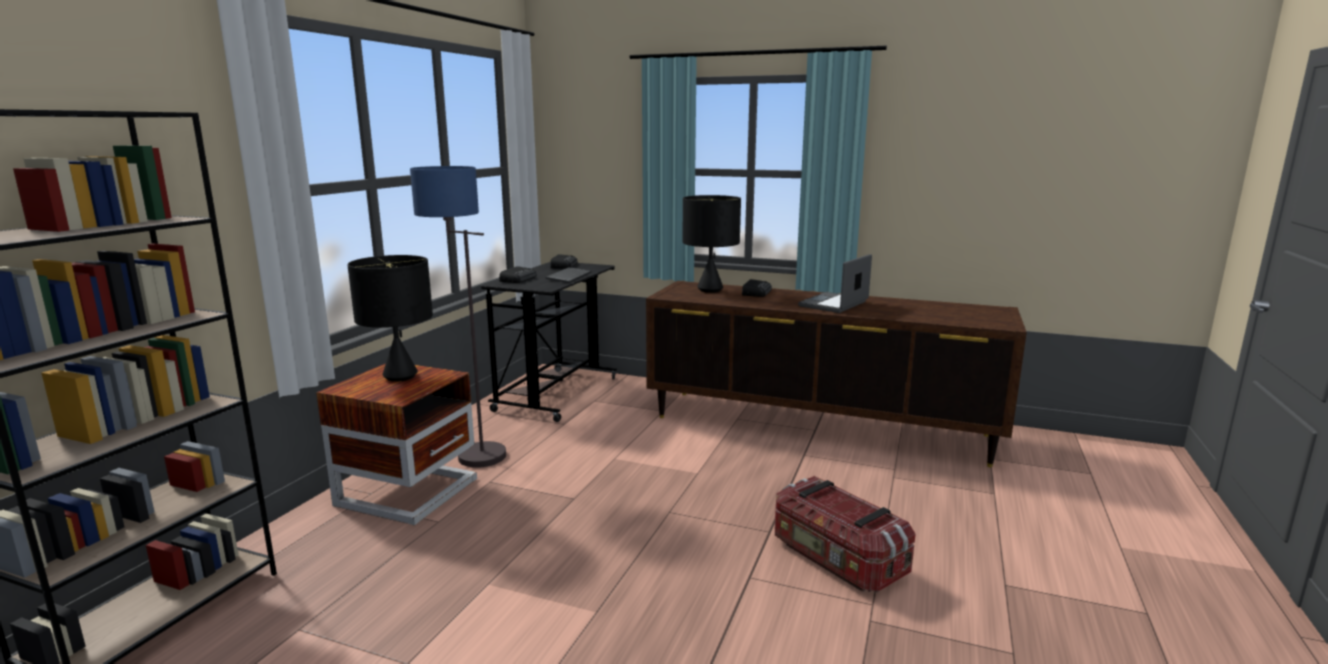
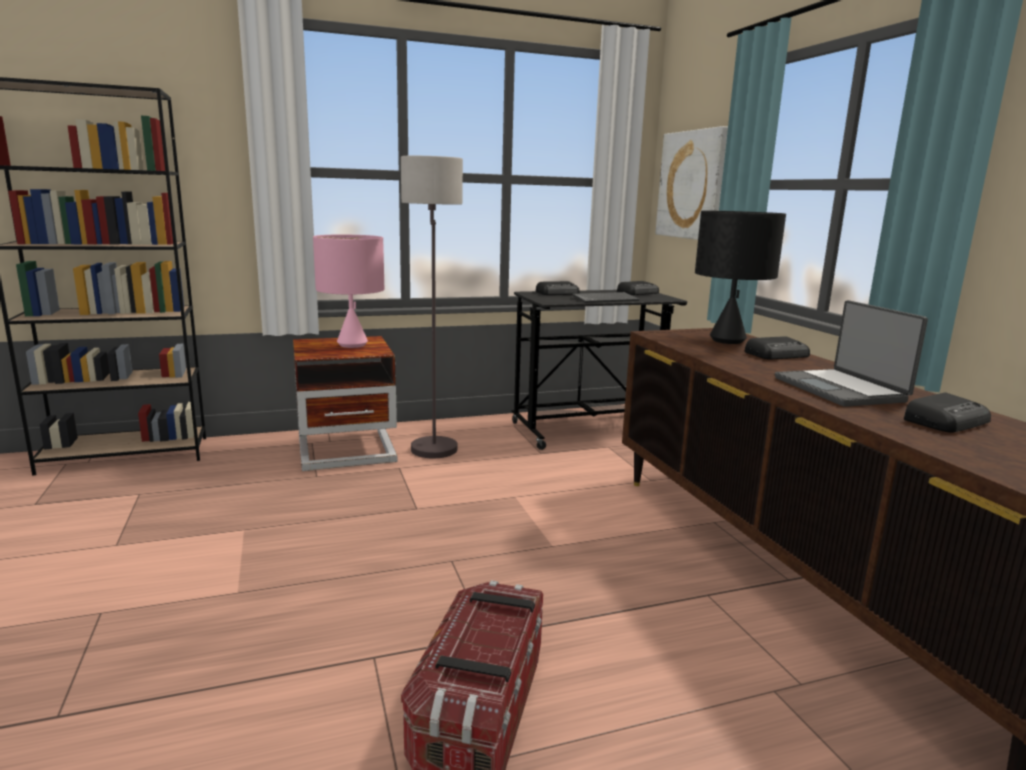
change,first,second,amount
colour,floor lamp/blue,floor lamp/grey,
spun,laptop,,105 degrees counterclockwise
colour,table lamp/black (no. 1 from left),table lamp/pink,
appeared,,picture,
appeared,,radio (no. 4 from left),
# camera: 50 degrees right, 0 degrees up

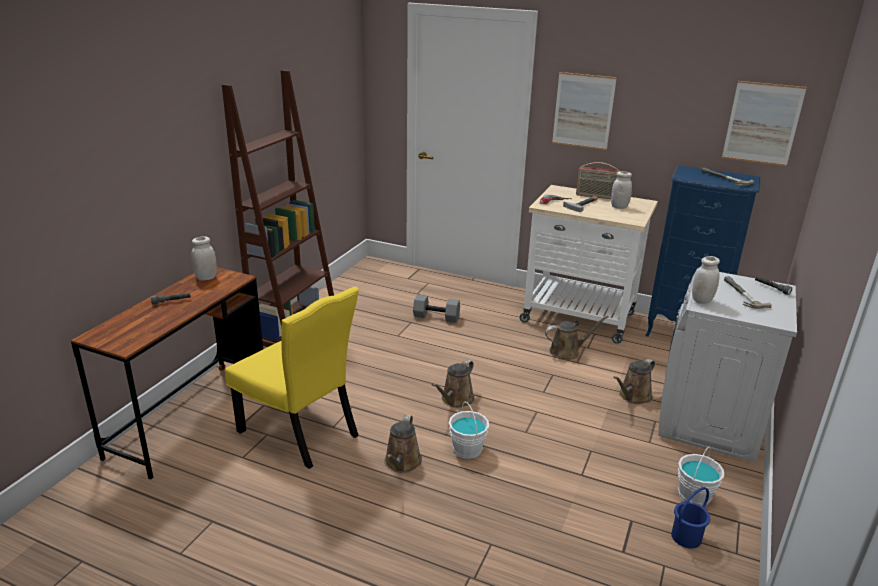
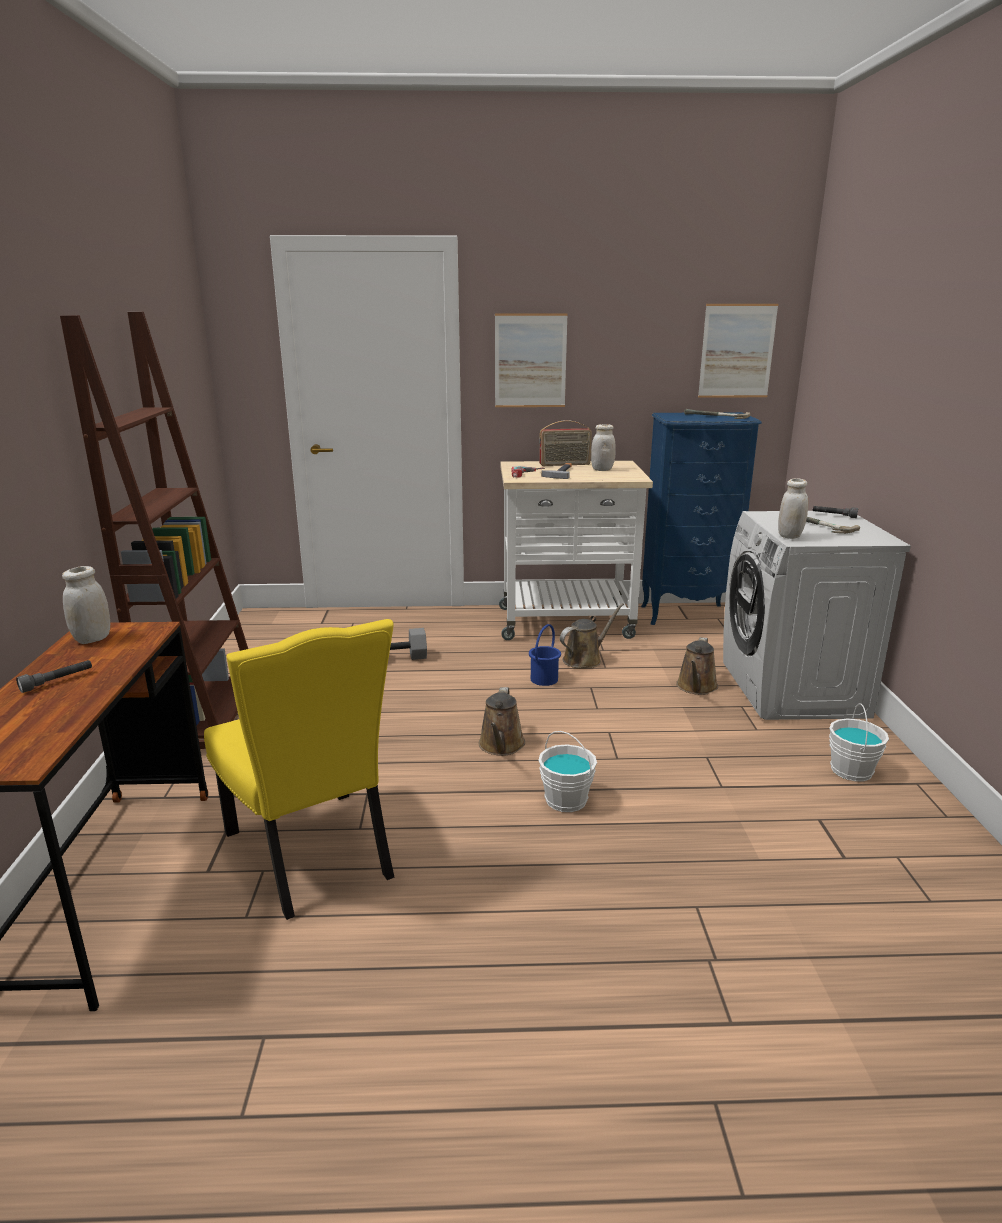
change,first,second,amount
spun,chair/yellow,,45 degrees clockwise
missing,watering can/brown (no. 1 from left),,
relocated,bucket/blue,,
# camera: 25 degrees left, 5 degrees down

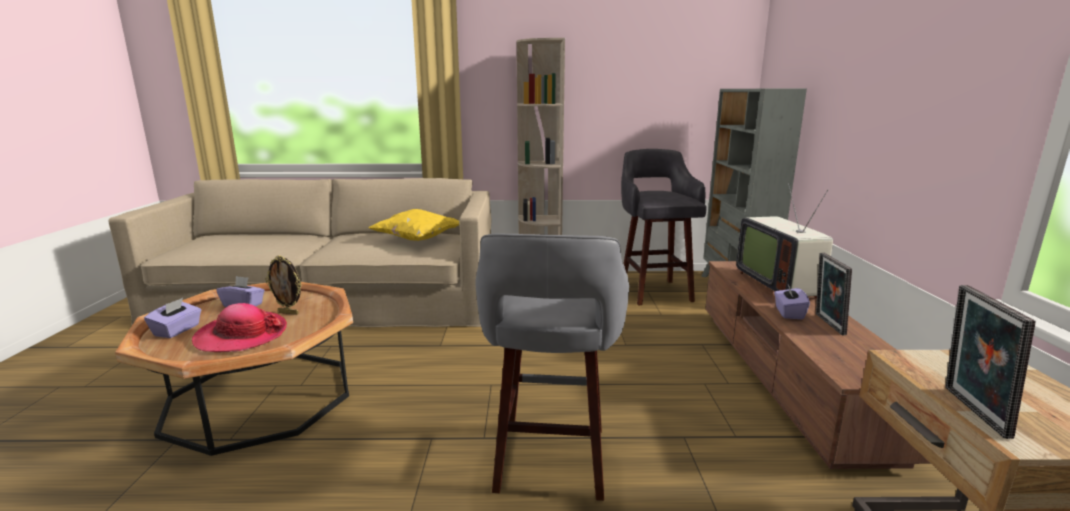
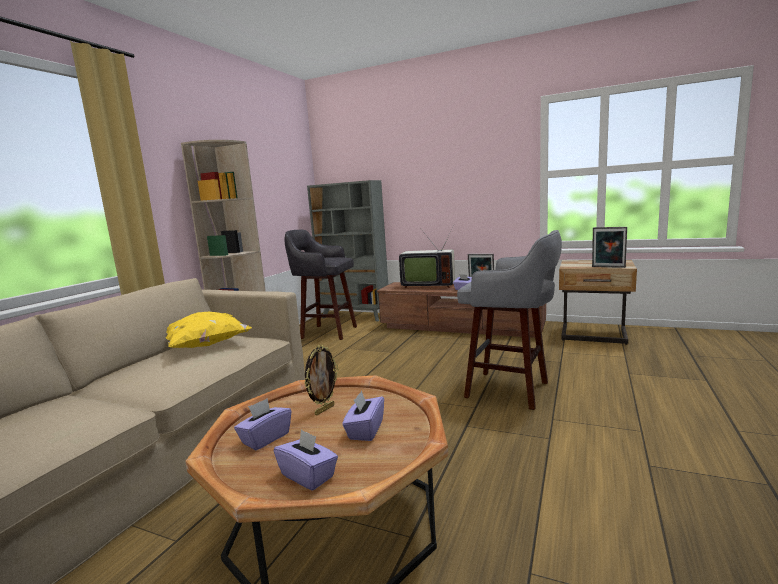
change,first,second,amount
exchanged,hat,tissue box/purple (no. 3 from left),
# camera: 65 degrees left, 5 degrees down

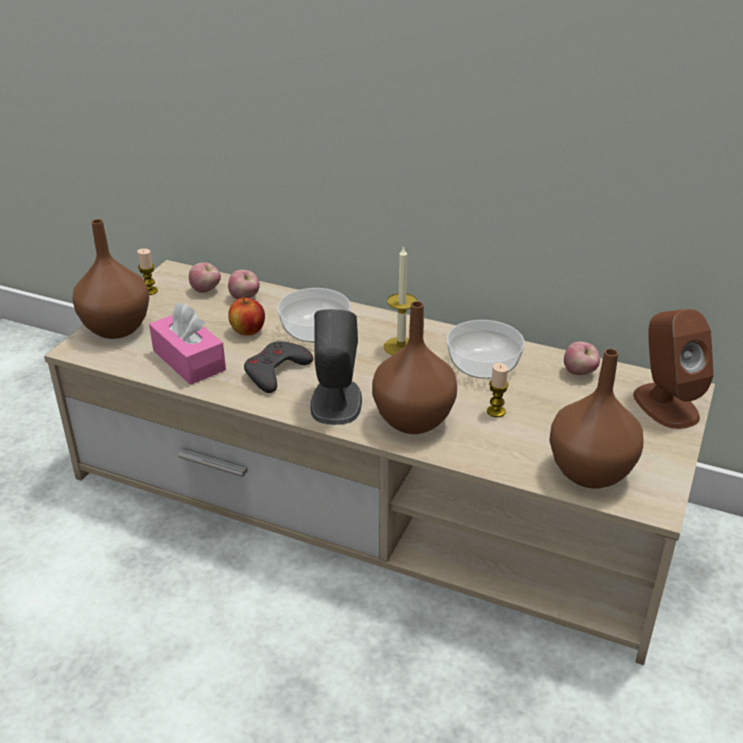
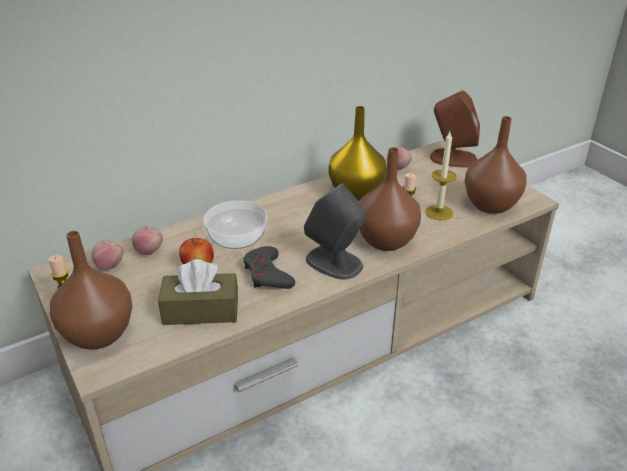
change,first,second,amount
relocated,candle (no. 2 from left in the first image),candle (no. 3 from left),
colour,tissue box/pink,tissue box/brown,
exchanged,bowl (no. 2 from left),vase/yellow,
# camera: 55 degrees left, 0 degrees up

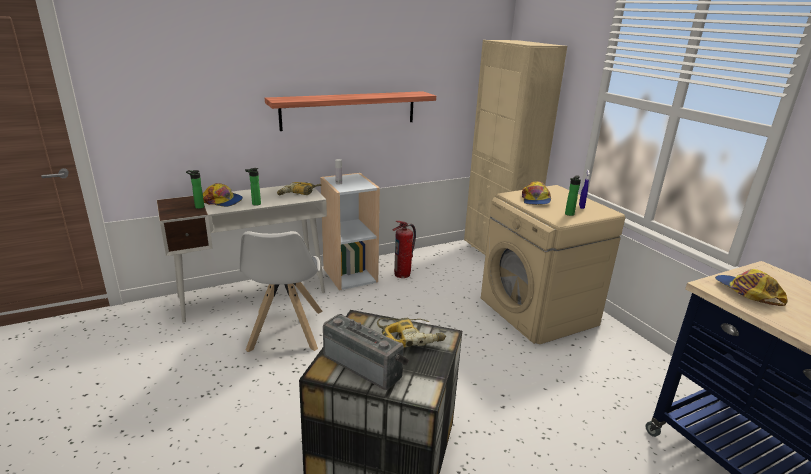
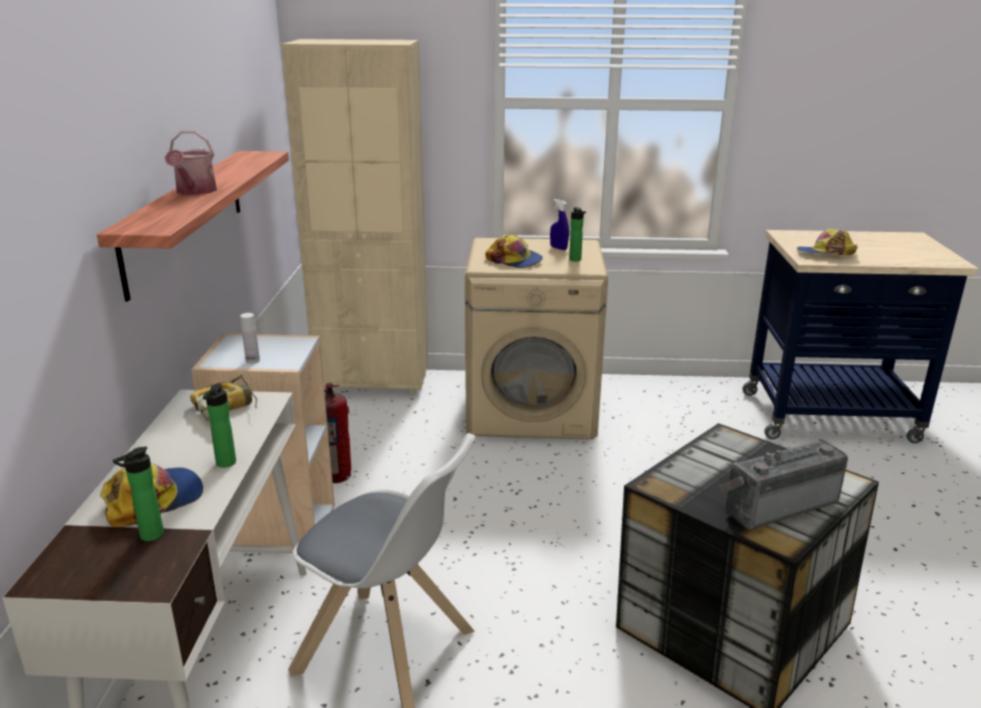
change,first,second,amount
missing,power drill (no. 2 from left),,
appeared,,watering can,
# camera: 60 degrees left, 0 degrees up

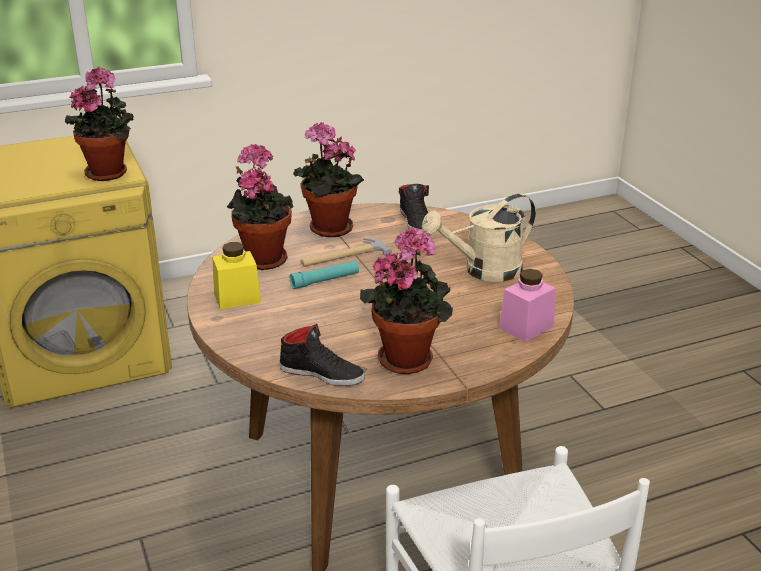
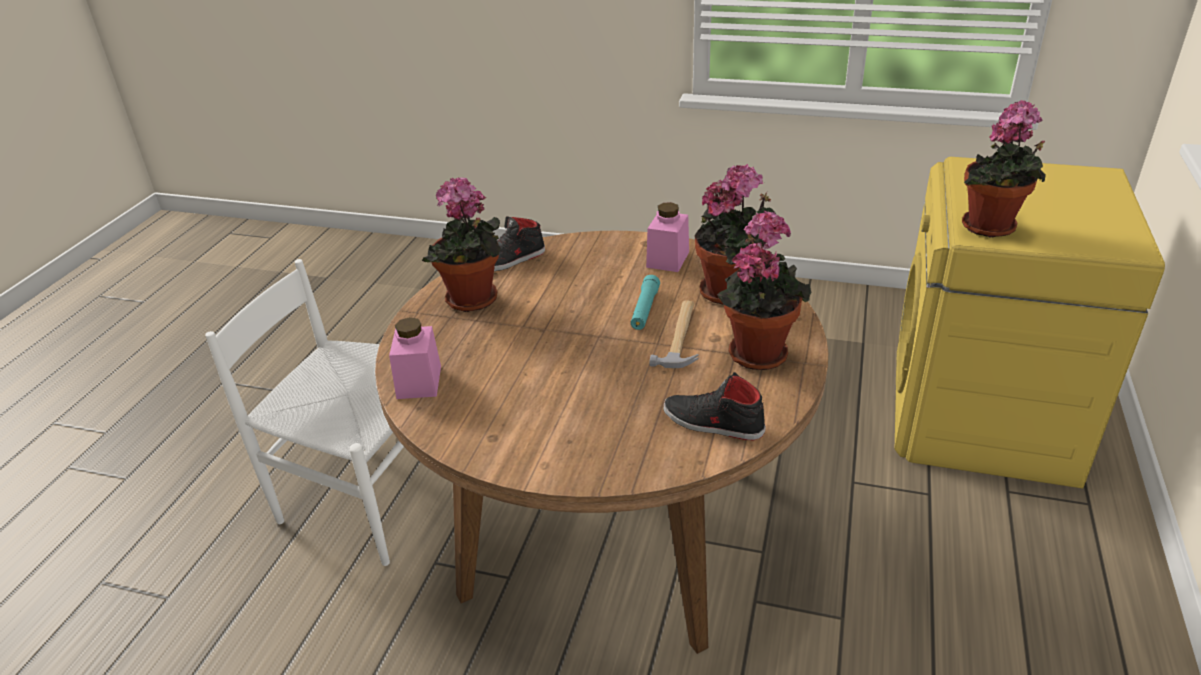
change,first,second,amount
missing,watering can/beige,,
colour,jar/yellow,jar/pink (no. 2 from left),
# camera: 130 degrees right, 5 degrees up

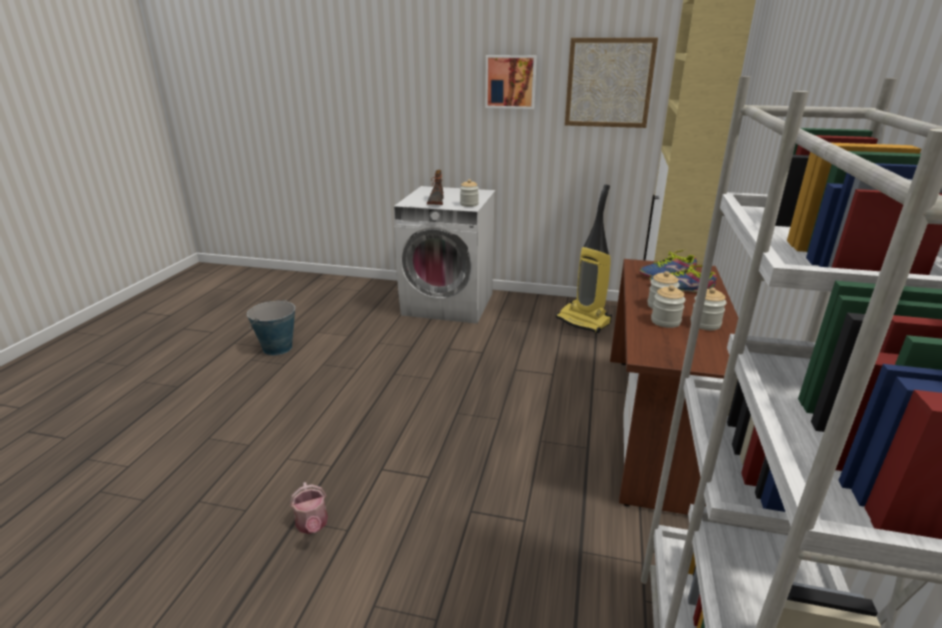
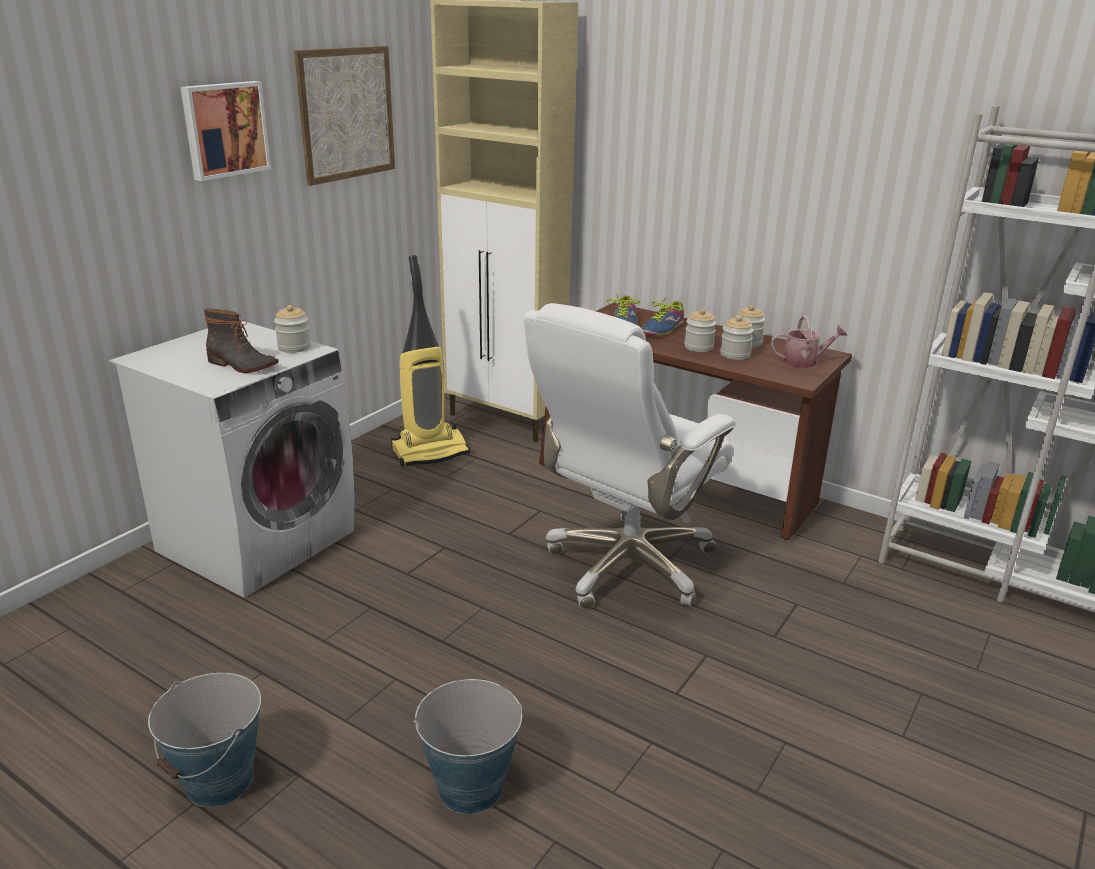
change,first,second,amount
relocated,watering can,,
appeared,,office chair/white,
appeared,,bucket (no. 2 from left),
# camera: 70 degrees left, 0 degrees up

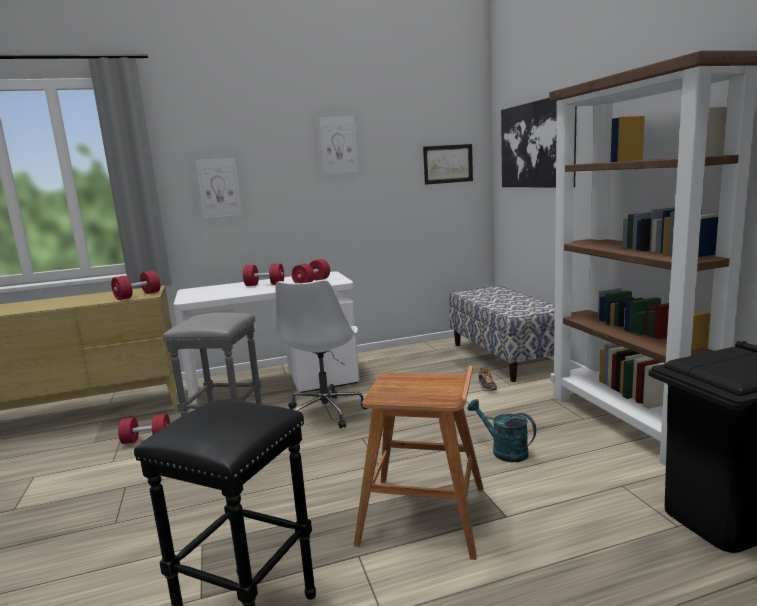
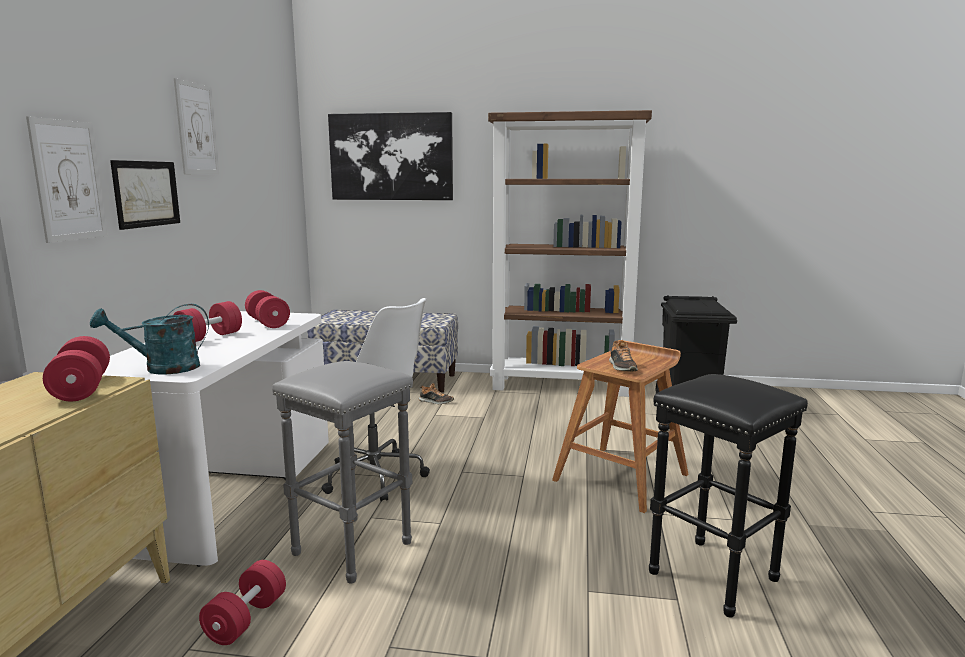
change,first,second,amount
relocated,picture (no. 3 from left in the first image),picture (no. 2 from left),
relocated,watering can/turquoise,,
appeared,,shoe (no. 2 from left),
# camera: 65 degrees left, 0 degrees up

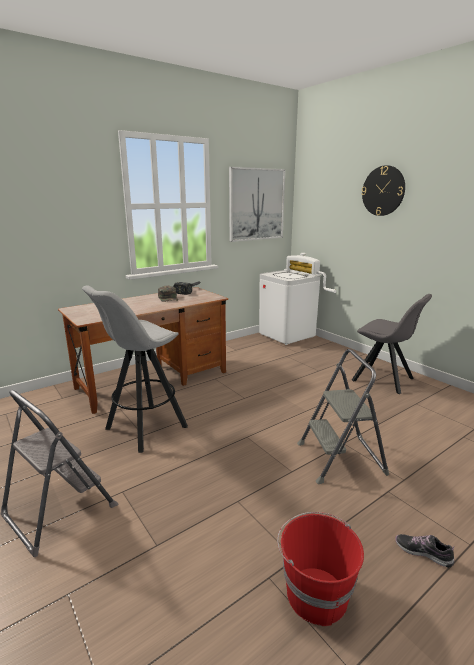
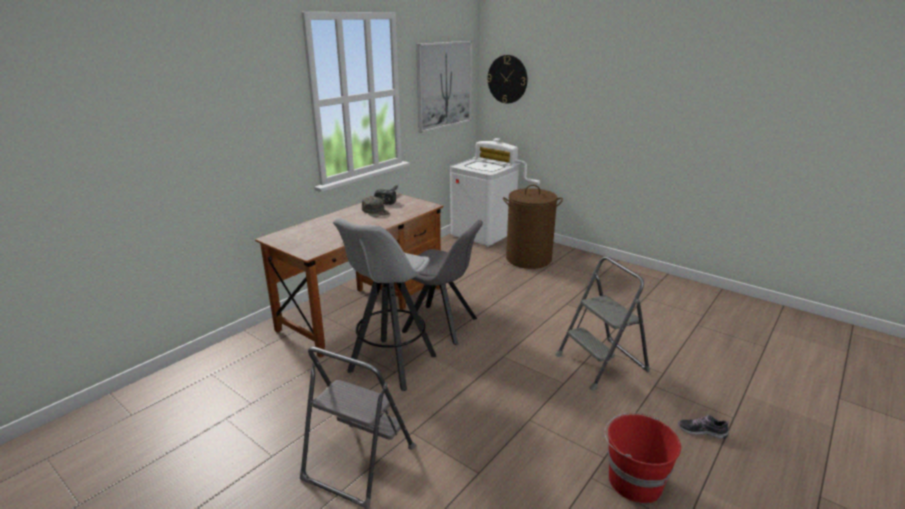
change,first,second,amount
relocated,wall clock,,
relocated,chair/grey,,
appeared,,laundry basket/brown,
# camera: 15 degrees left, 5 degrees up

